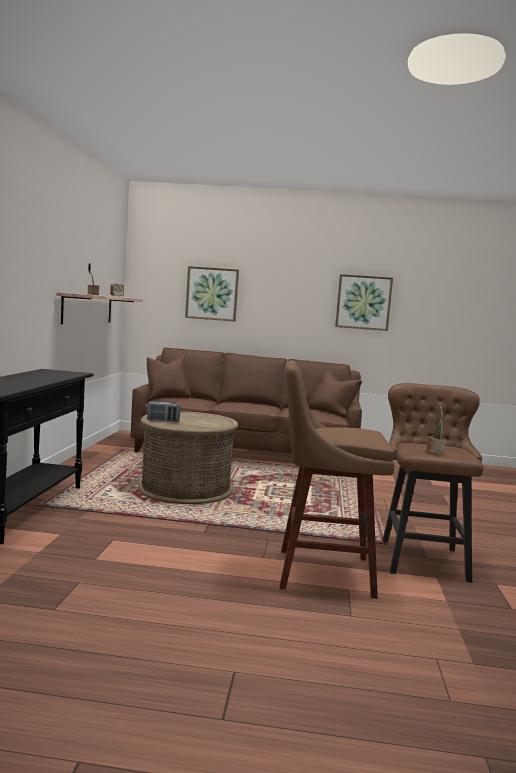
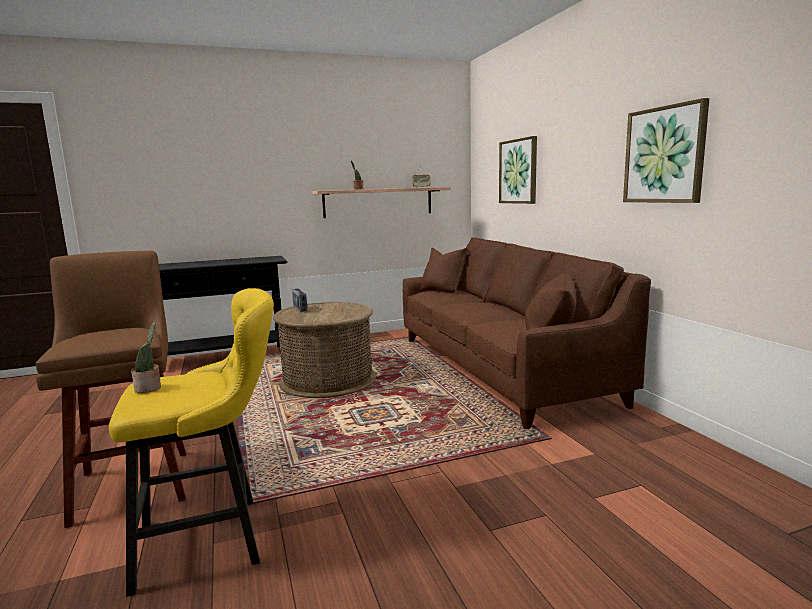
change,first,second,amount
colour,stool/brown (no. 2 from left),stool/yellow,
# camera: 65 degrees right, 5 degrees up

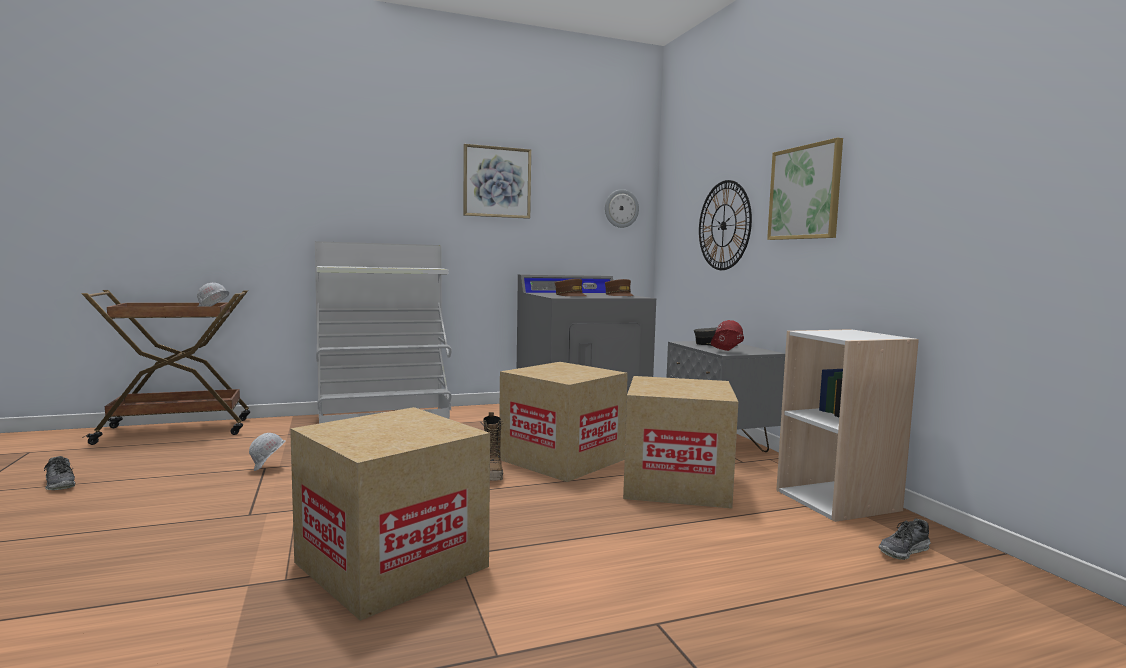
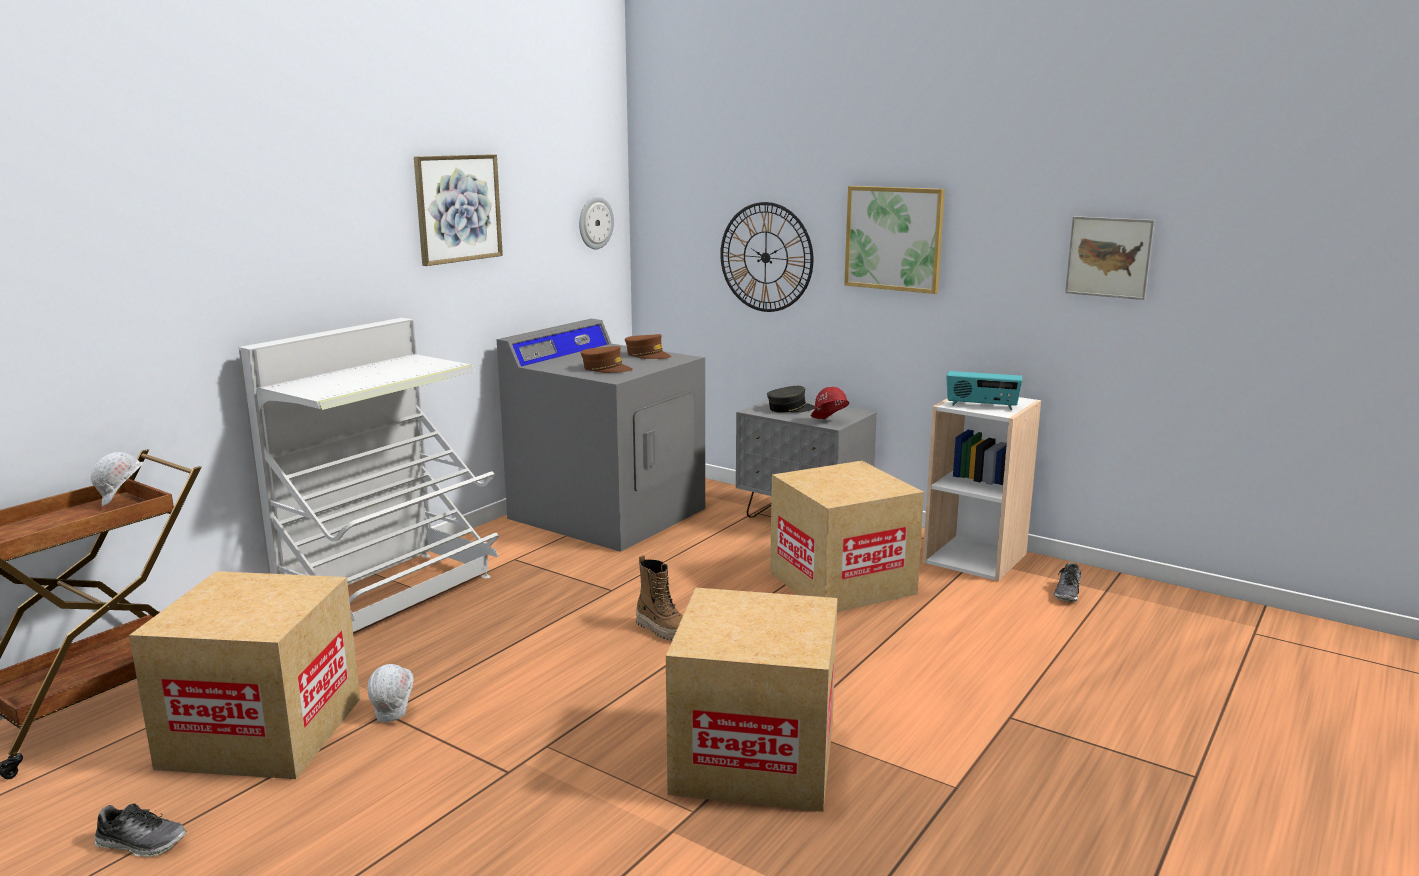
change,first,second,amount
relocated,cardboard box (no. 2 from left in the first image),cardboard box (no. 1 from left),
appeared,,picture (no. 3 from left),
appeared,,radio,
# camera: 35 degrees left, 10 degrees up

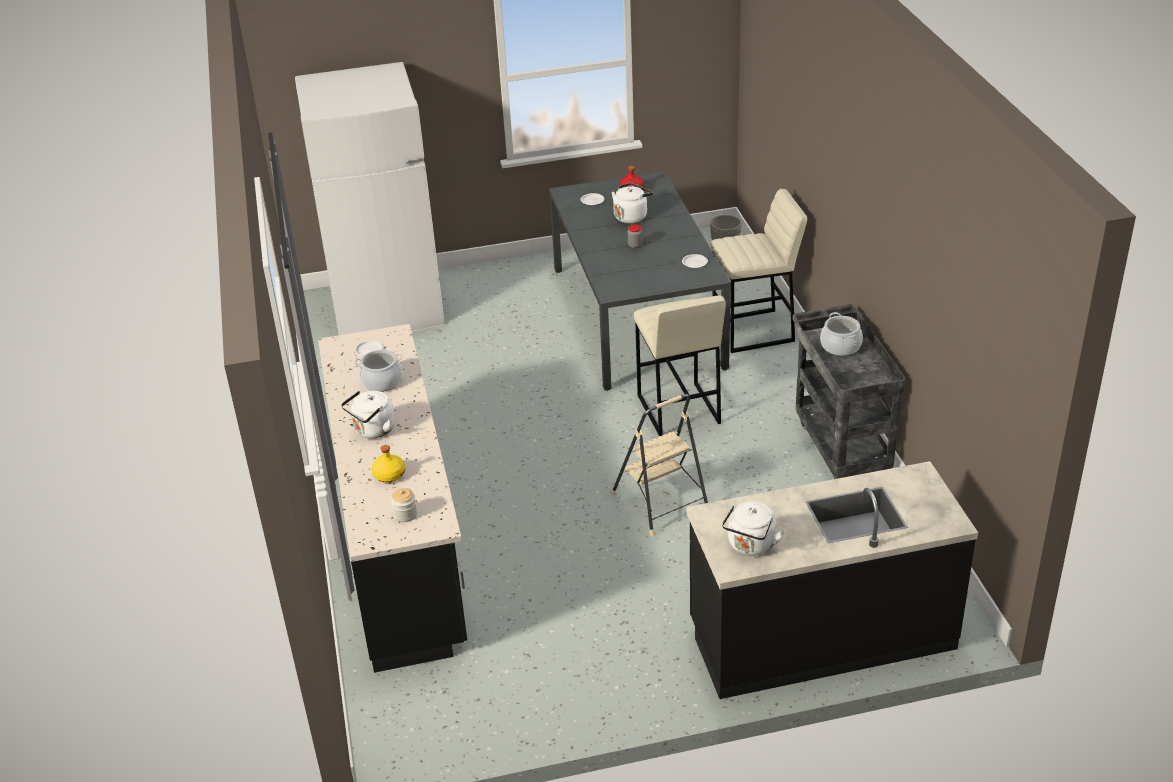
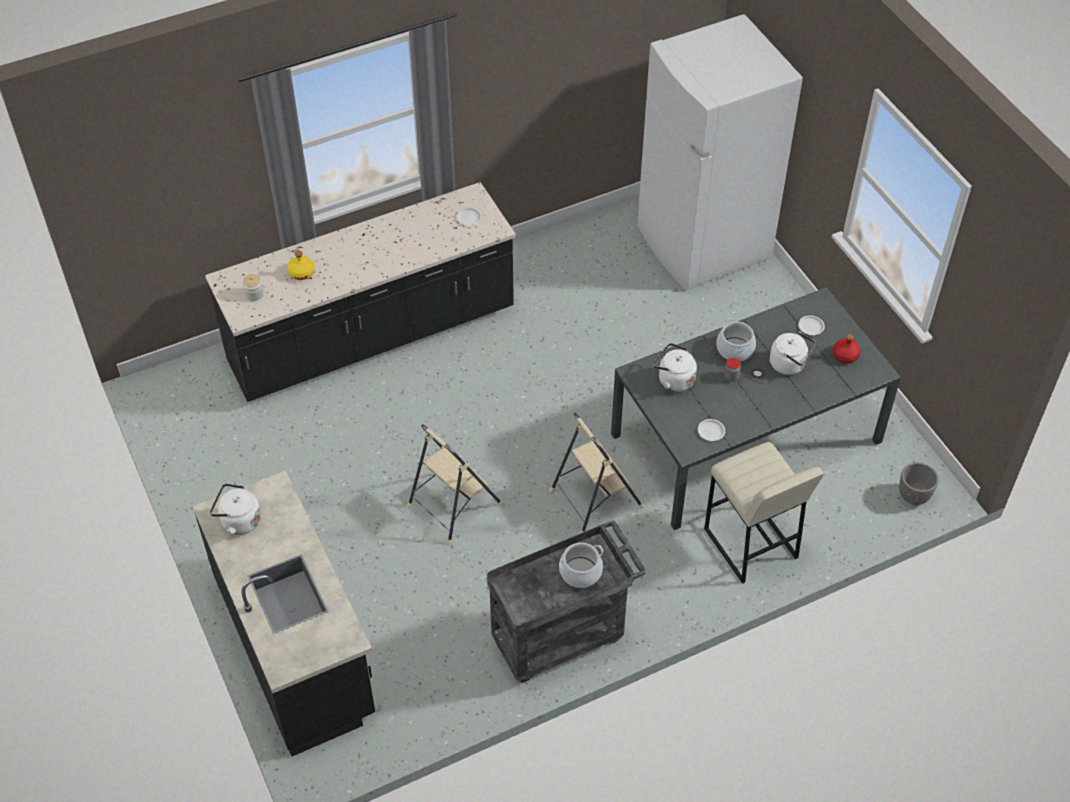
change,first,second,amount
exchanged,stool/beige (no. 1 from left),step ladder/beige (no. 2 from left),
relocated,cooking pot (no. 1 from left in the first image),cooking pot (no. 2 from left),
relocated,kettle/white (no. 1 from left in the first image),kettle/white (no. 2 from left),
# camera: 75 degrees right, 15 degrees up

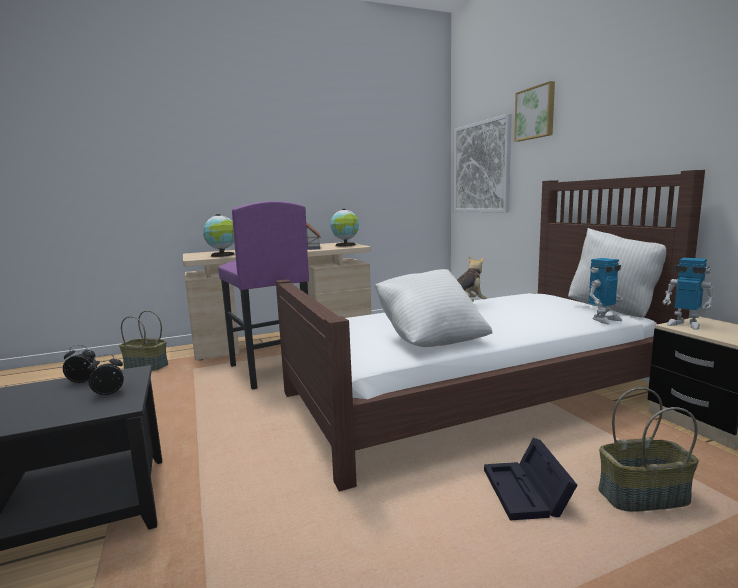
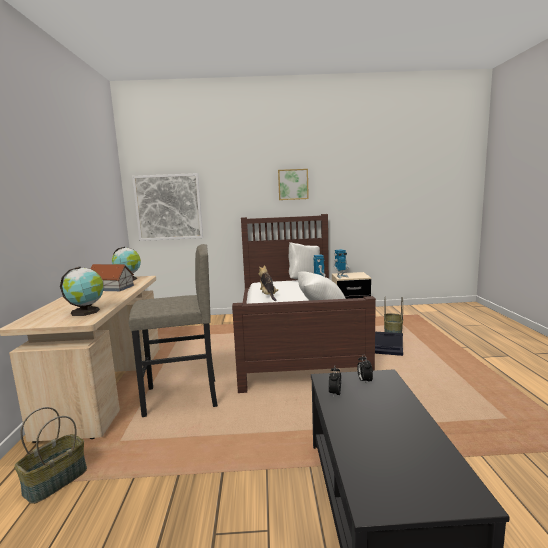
change,first,second,amount
relocated,picture (no. 2 from left),,
colour,stool/purple,stool/grey,
# camera: 70 degrees left, 0 degrees up

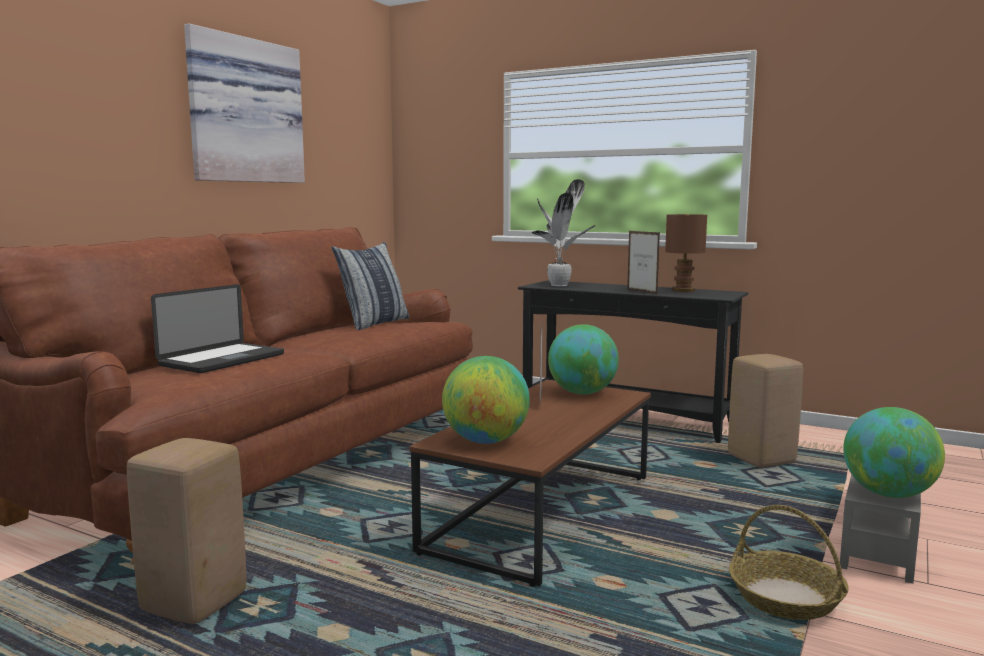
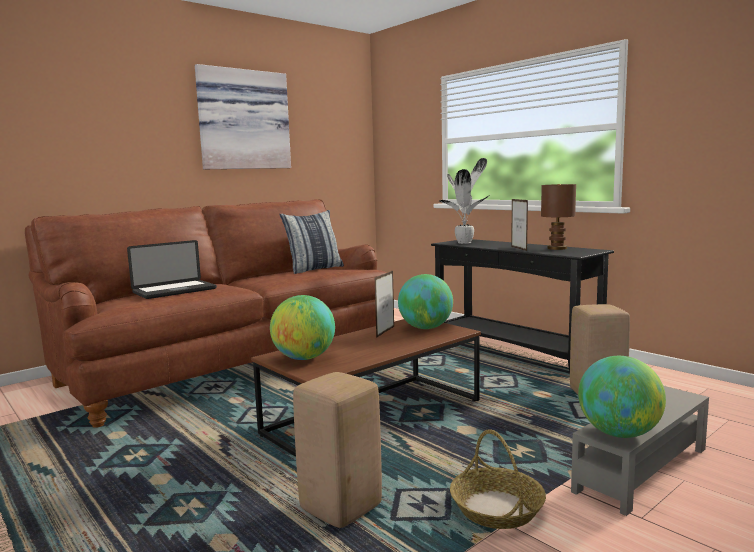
change,first,second,amount
relocated,stool/beige (no. 1 from left),,
# camera: 20 degrees right, 0 degrees up

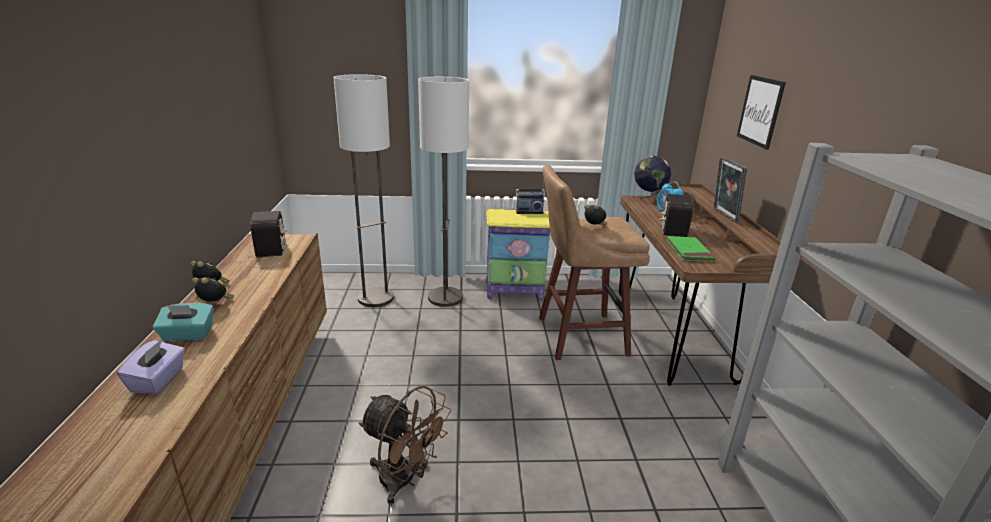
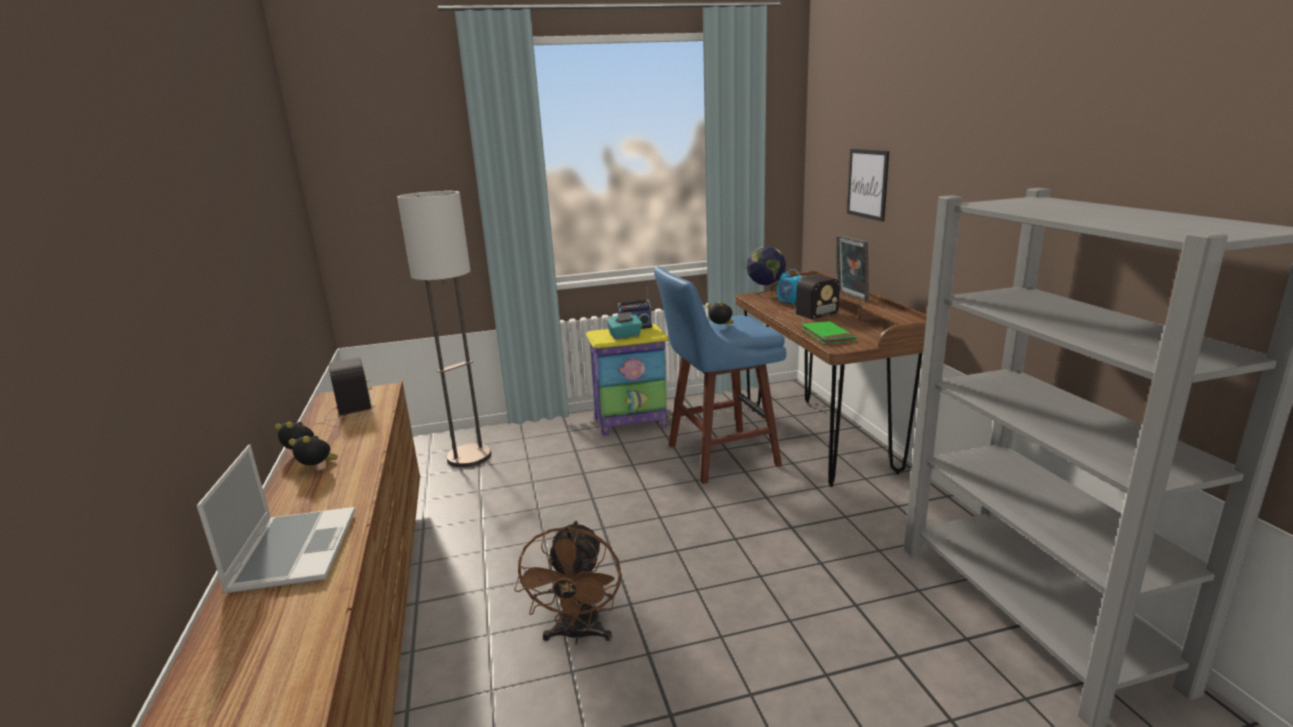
change,first,second,amount
missing,floor lamp (no. 2 from left),,
colour,stool/brown,stool/blue,
spun,radio (no. 3 from left),,120 degrees counterclockwise
relocated,tissue box/turquoise,,
exchanged,tissue box/purple,laptop,
spun,fan/brown,,75 degrees clockwise
# camera: 10 degrees left, 5 degrees down

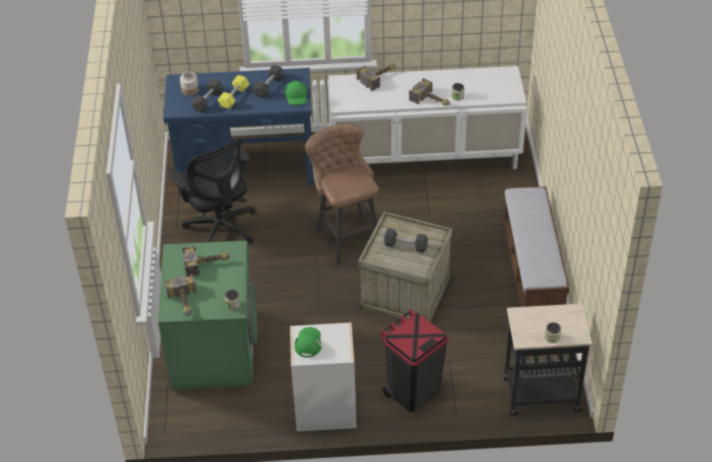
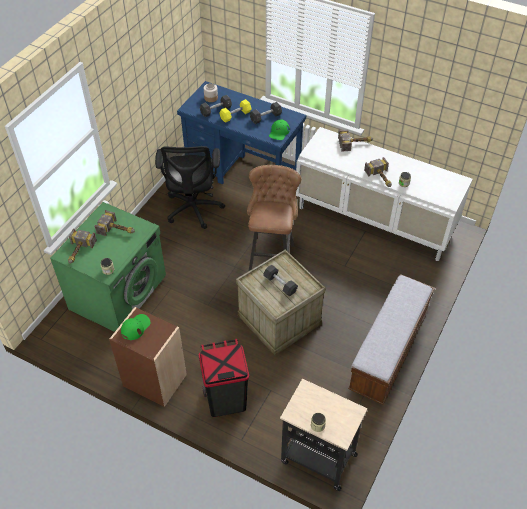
change,first,second,amount
colour,bookcase/white,bookcase/brown,
# camera: 30 degrees right, 5 degrees up

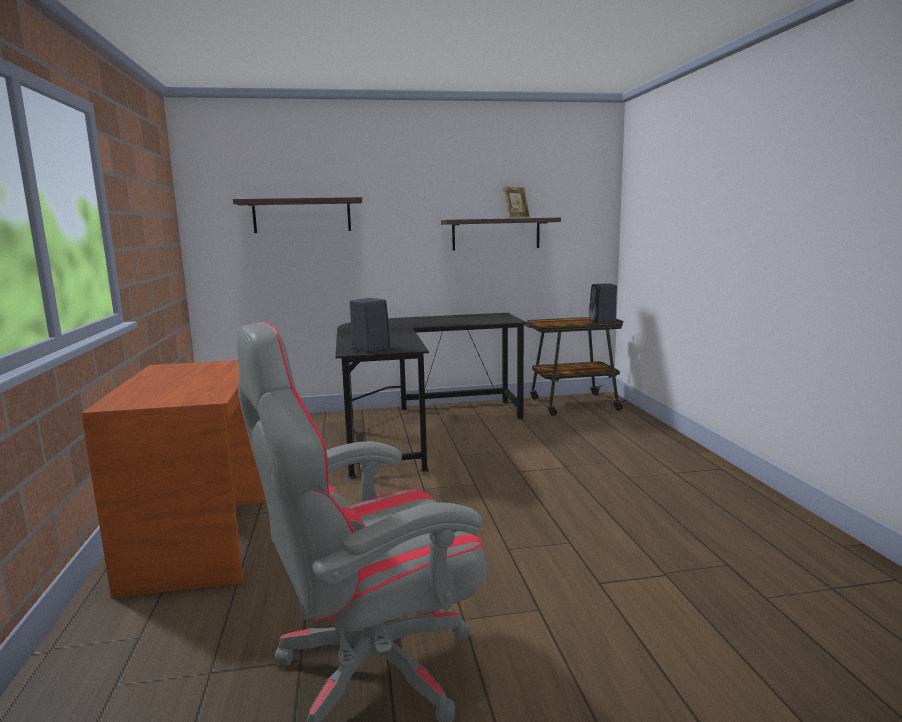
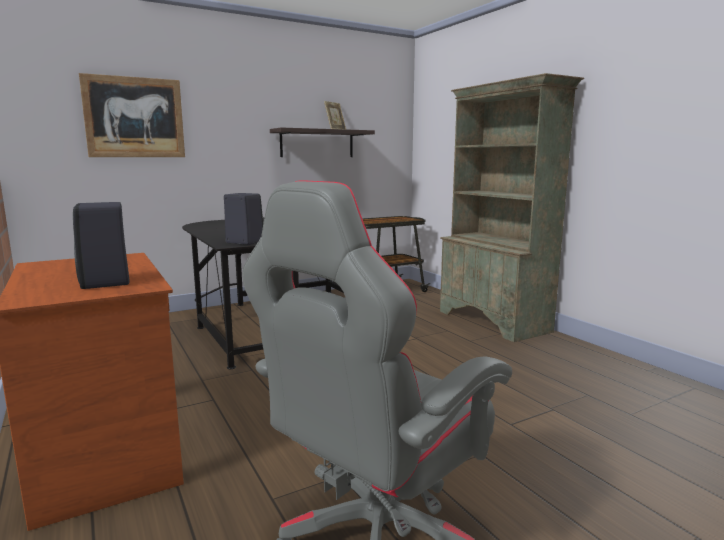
change,first,second,amount
exchanged,shelf (no. 1 from left),picture,
relocated,speaker/black (no. 2 from left in the first image),speaker/black (no. 1 from left),
appeared,,bookcase/green,
# camera: 20 degrees left, 0 degrees up

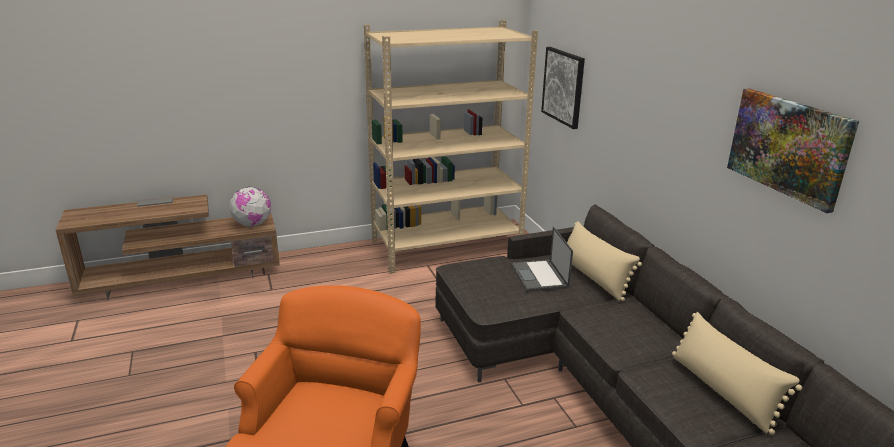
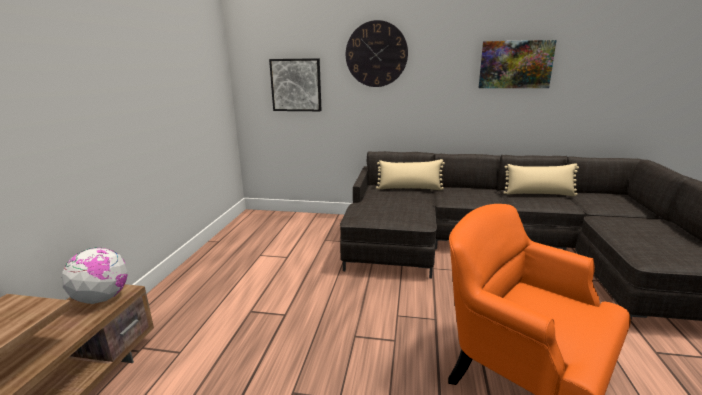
change,first,second,amount
missing,bookcase/beige,,
missing,laptop,,
appeared,,wall clock,
# camera: 60 degrees left, 5 degrees down

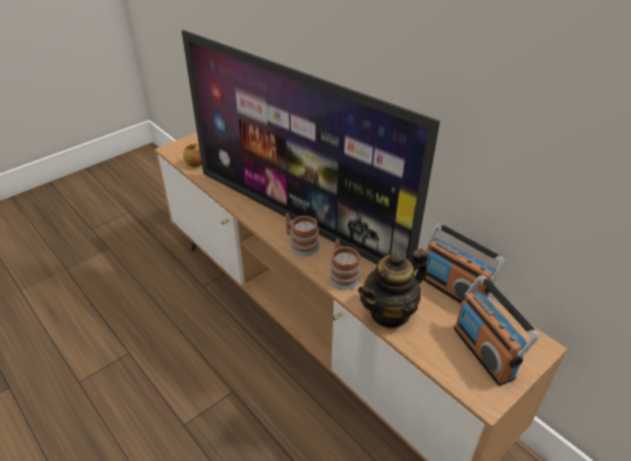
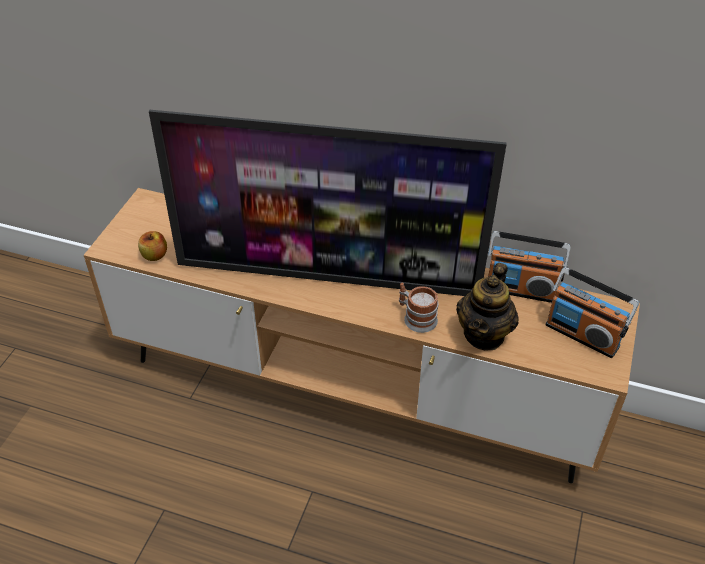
change,first,second,amount
missing,mug (no. 1 from left),,
# camera: 30 degrees left, 5 degrees up

